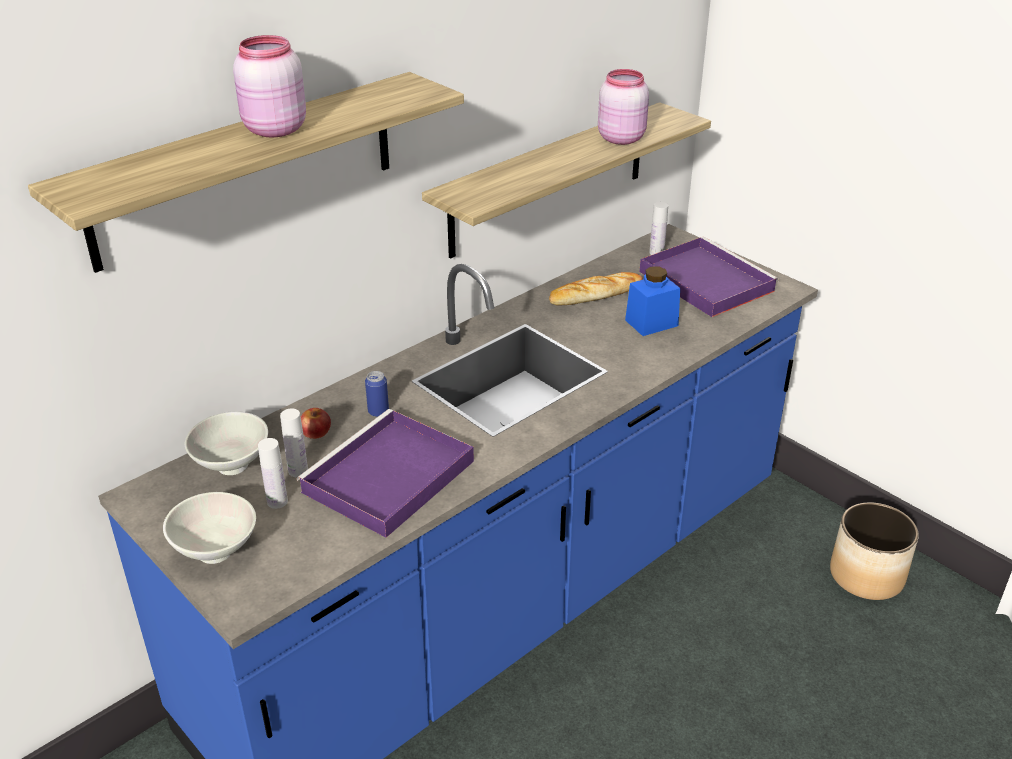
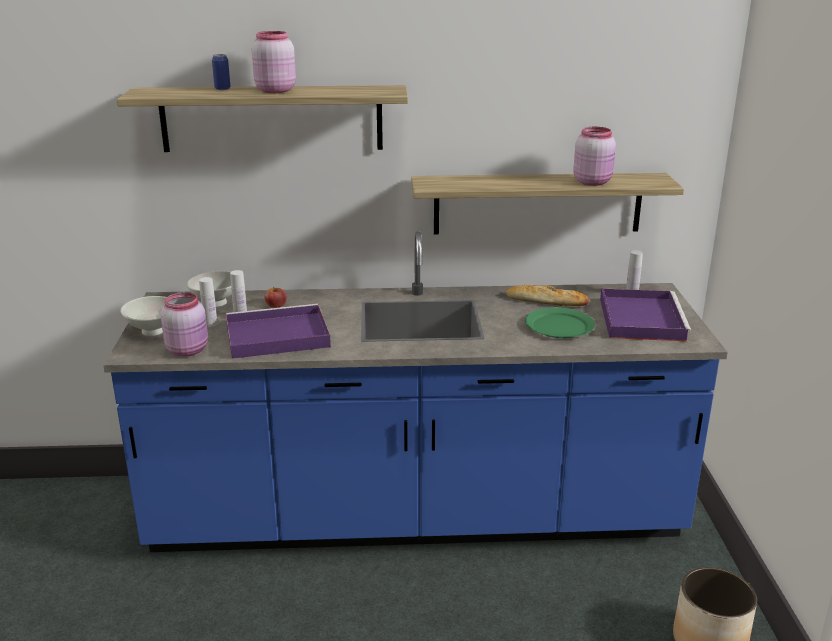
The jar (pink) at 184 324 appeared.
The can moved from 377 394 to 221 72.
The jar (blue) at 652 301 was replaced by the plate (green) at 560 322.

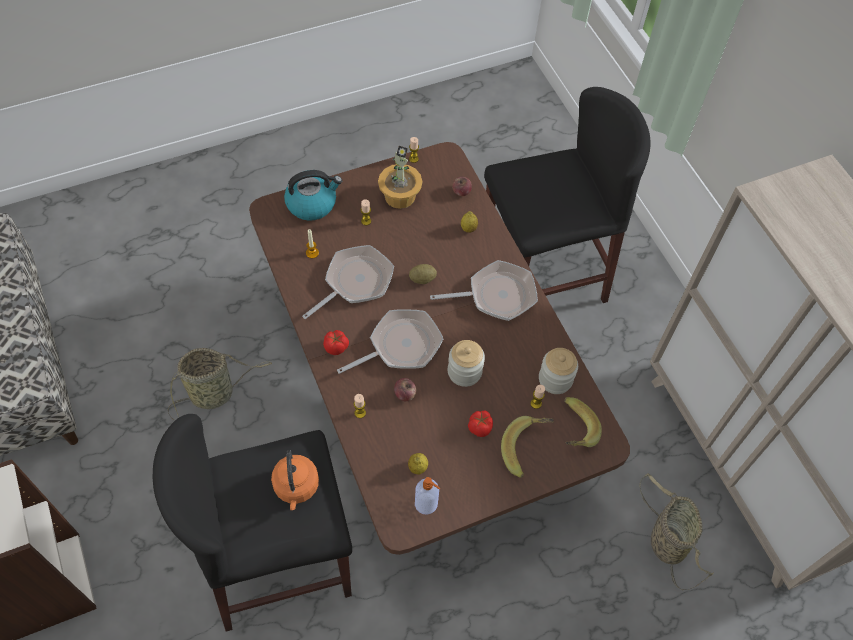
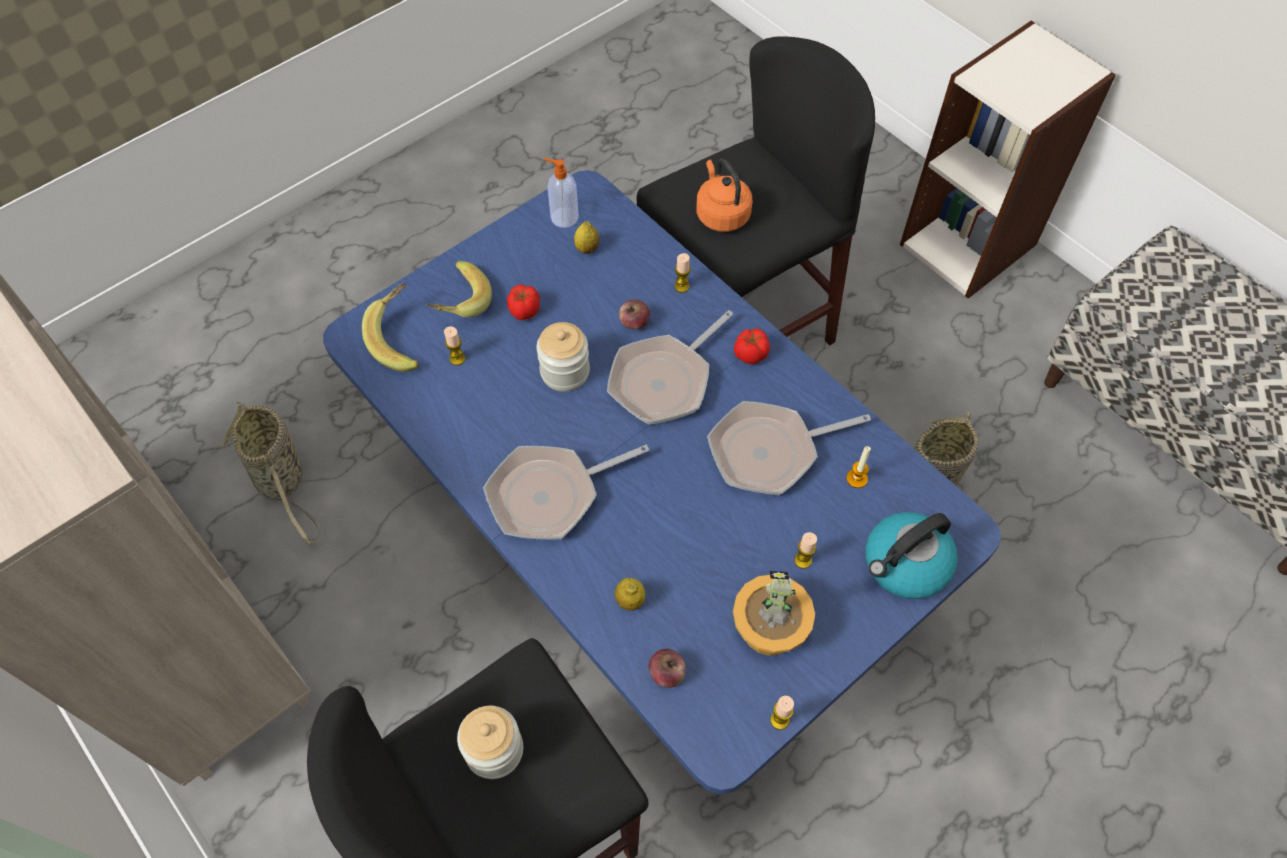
The dining table (brown) at 439 348 became the dining table (blue) at 662 482.
The jar moved from 558 371 to 490 742.
The frying pan at 348 282 turned 45 degrees clockwise.
The potato at 423 274 disappeared.

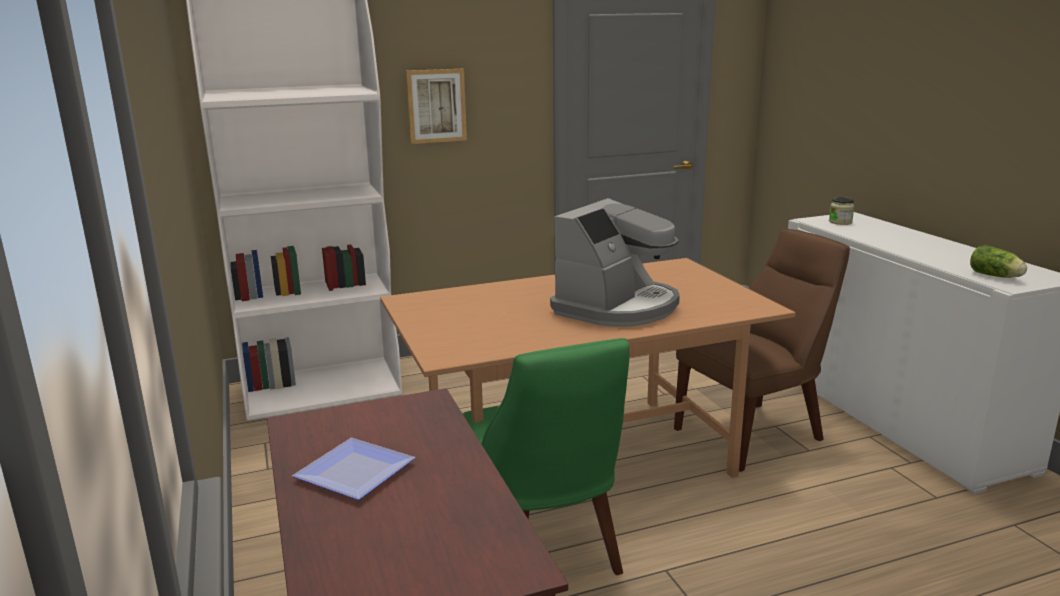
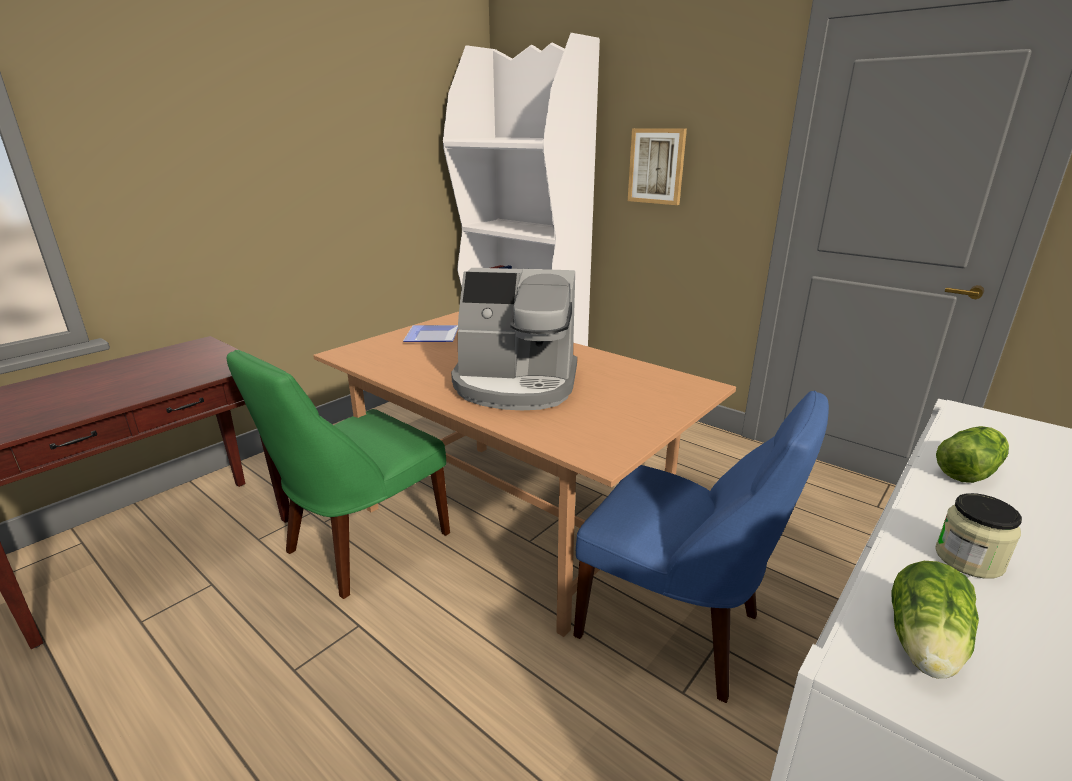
The plate moved from 353 469 to 430 333.
The chair (brown) at 762 350 became the chair (blue) at 701 547.
The jar moved from 841 211 to 978 535.
The lettuce at 972 454 appeared.

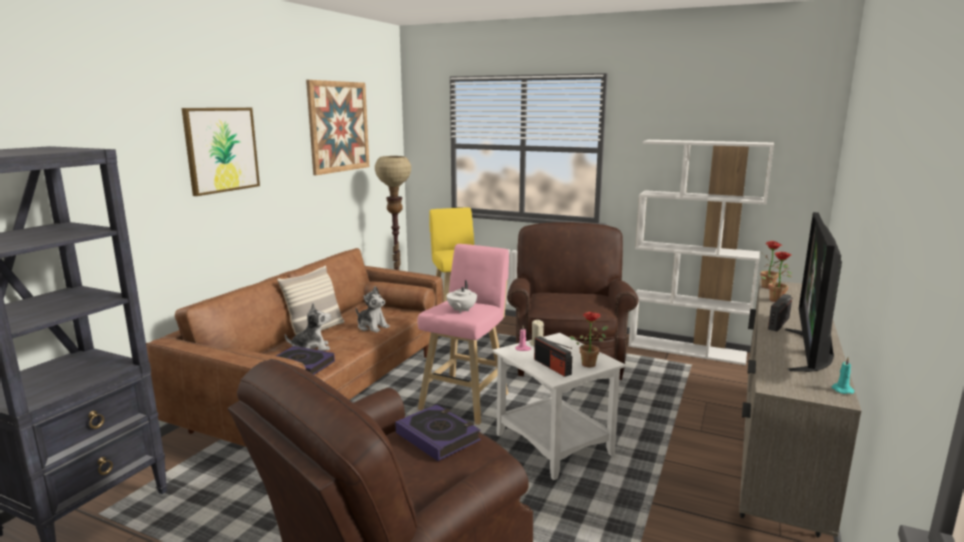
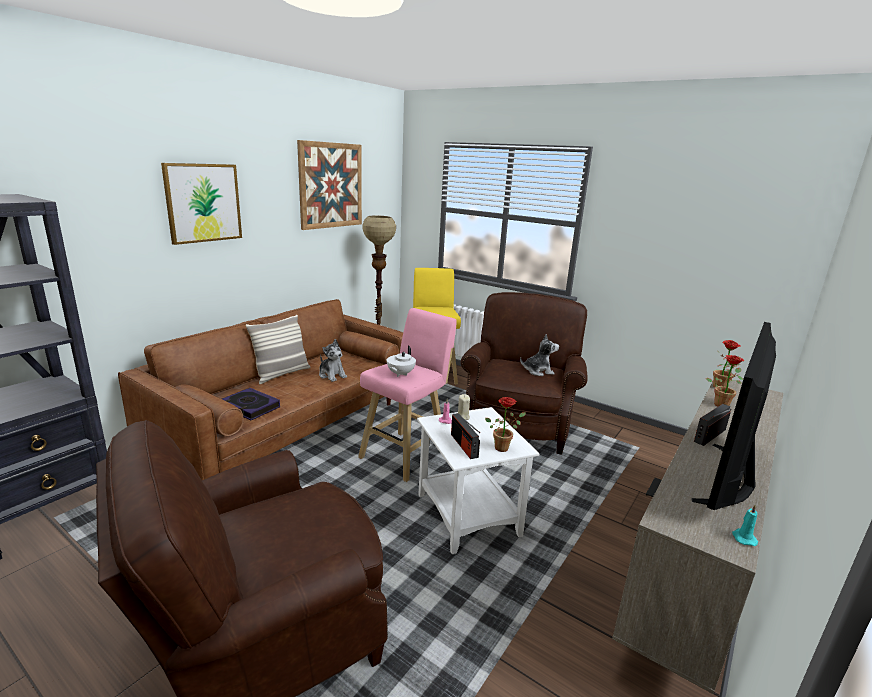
The plush toy moved from 308 327 to 539 355.
The book at 438 432 disappeared.
The bookcase (white) at 701 252 disappeared.

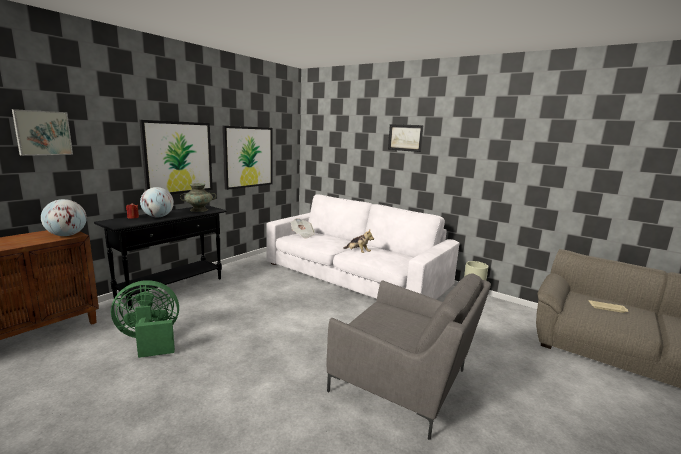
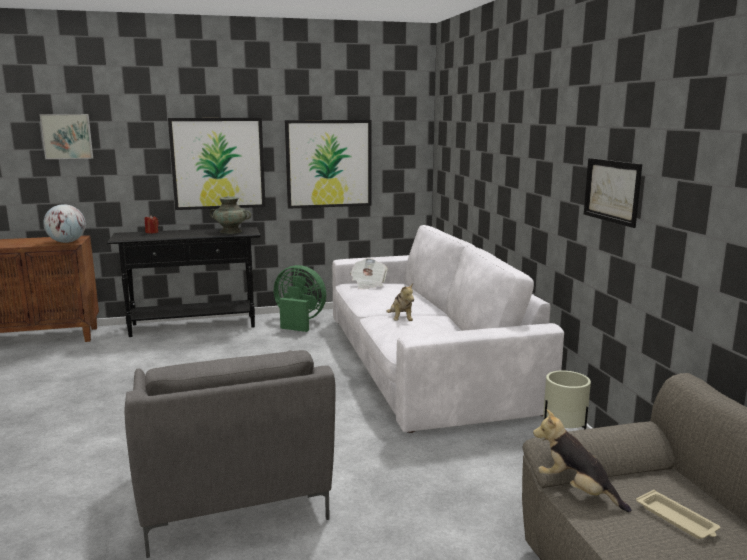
The fan (green) moved from 145 319 to 300 298.
The plush toy at 582 460 appeared.
The picture moved from 406 138 to 613 193.
The globe at 157 202 disappeared.

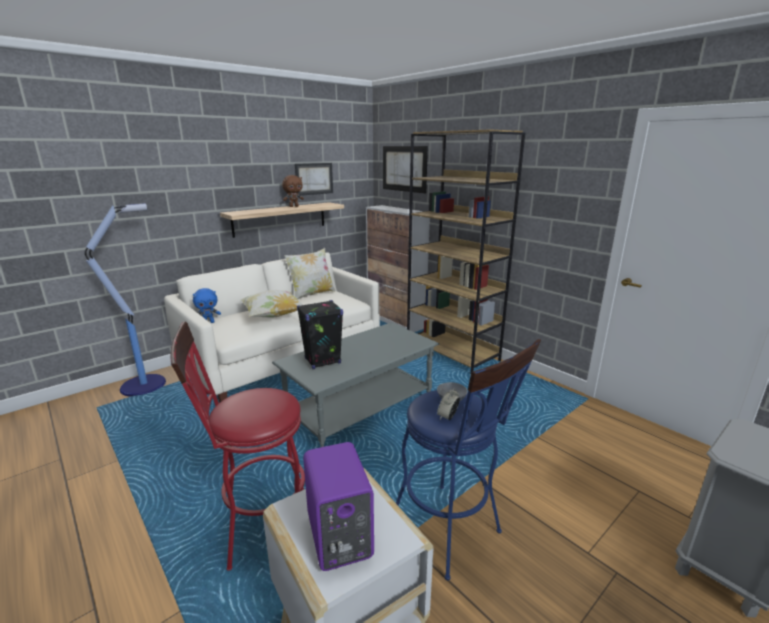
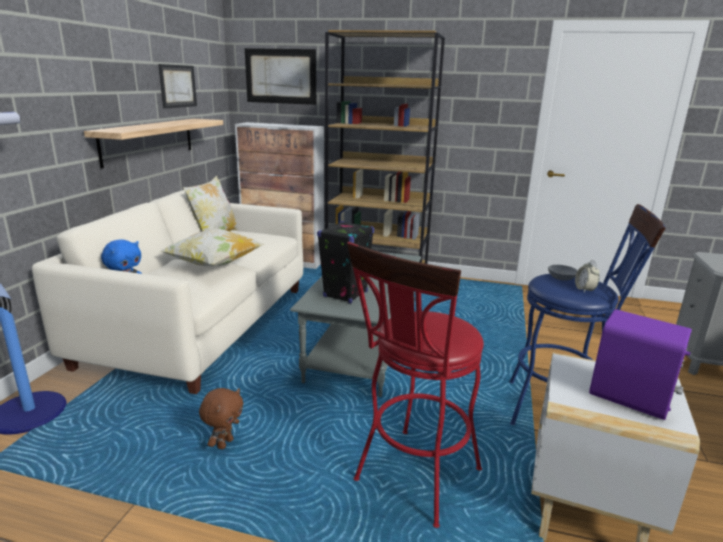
The plush toy (brown) moved from 293 191 to 221 418.

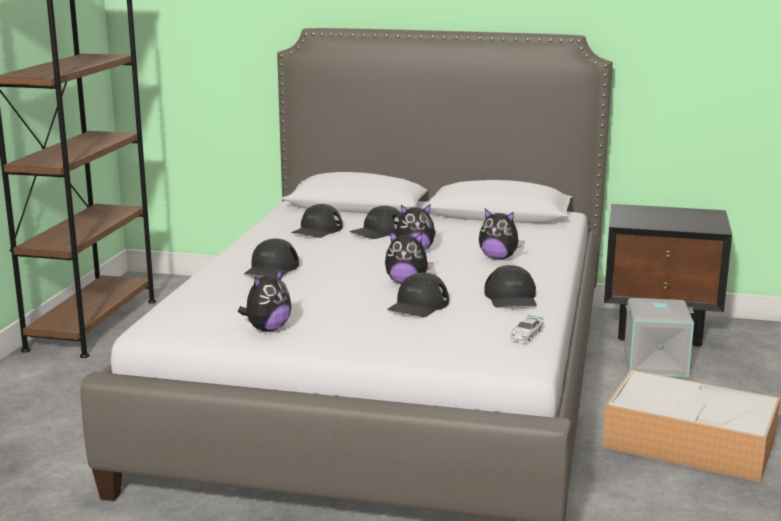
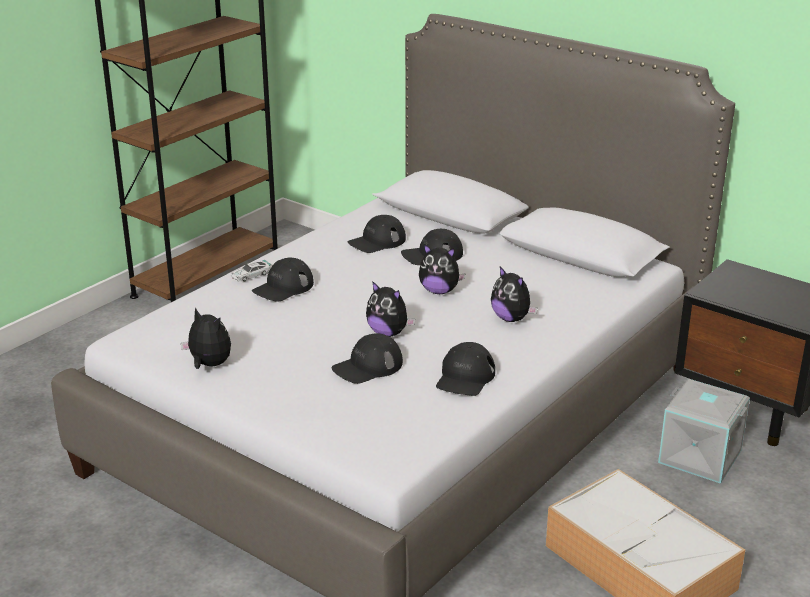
The plush toy at 265 300 turned 120 degrees counterclockwise.
The toy car moved from 526 329 to 251 271.

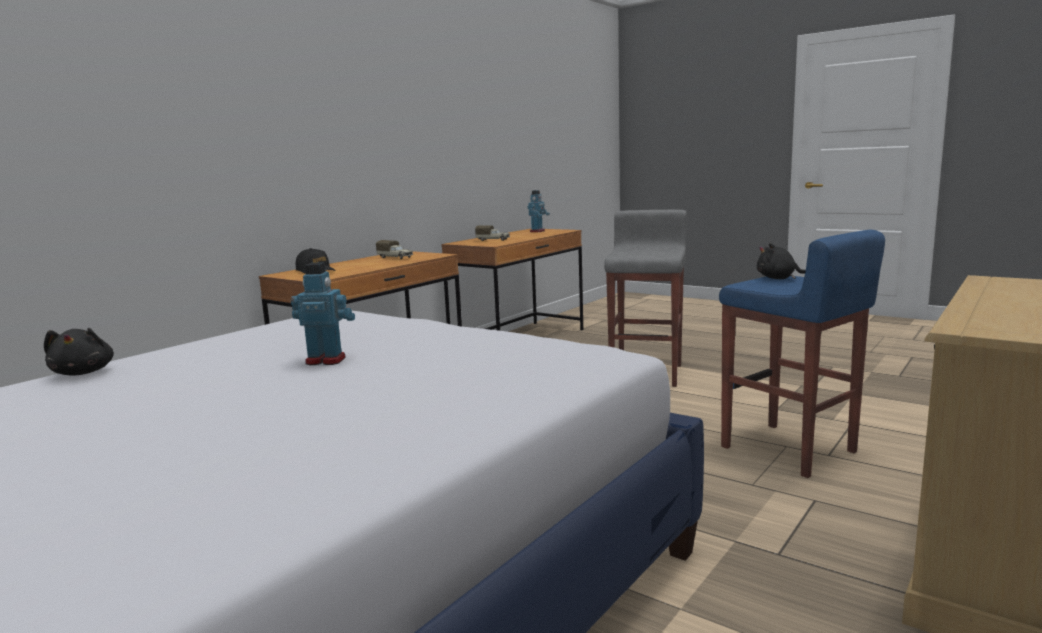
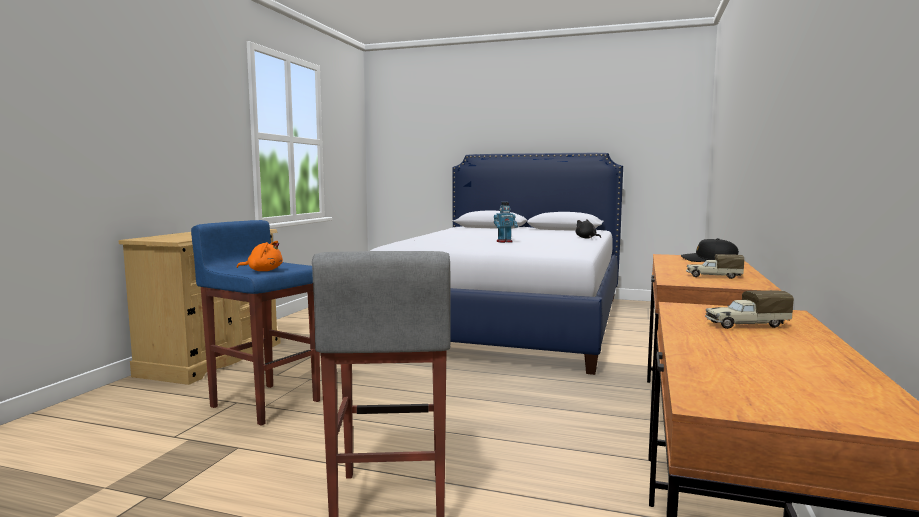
The plush toy (black) at 781 261 became the plush toy (orange) at 260 256.
The toy robot at 538 211 disappeared.

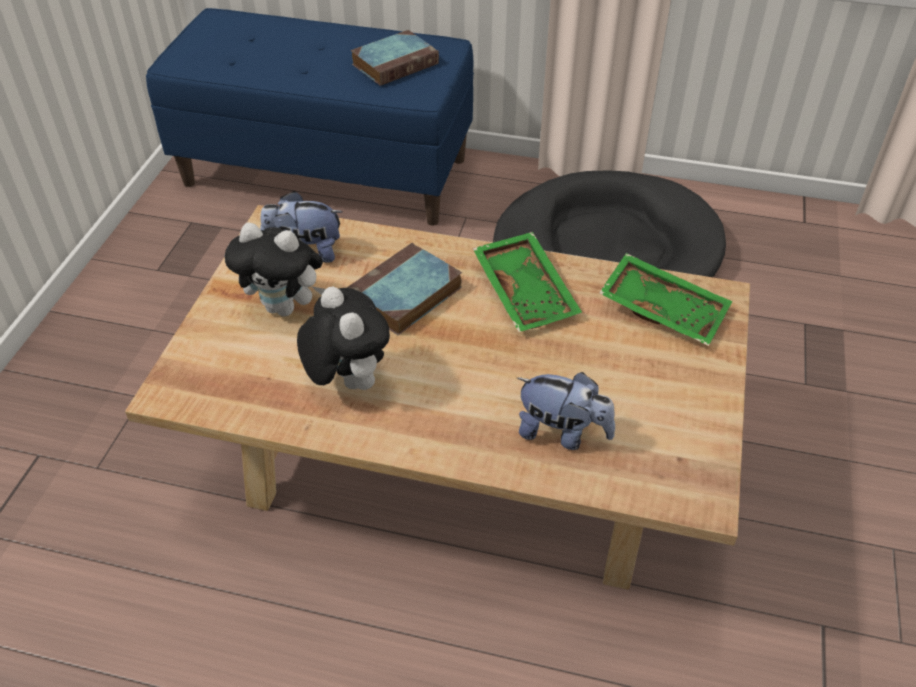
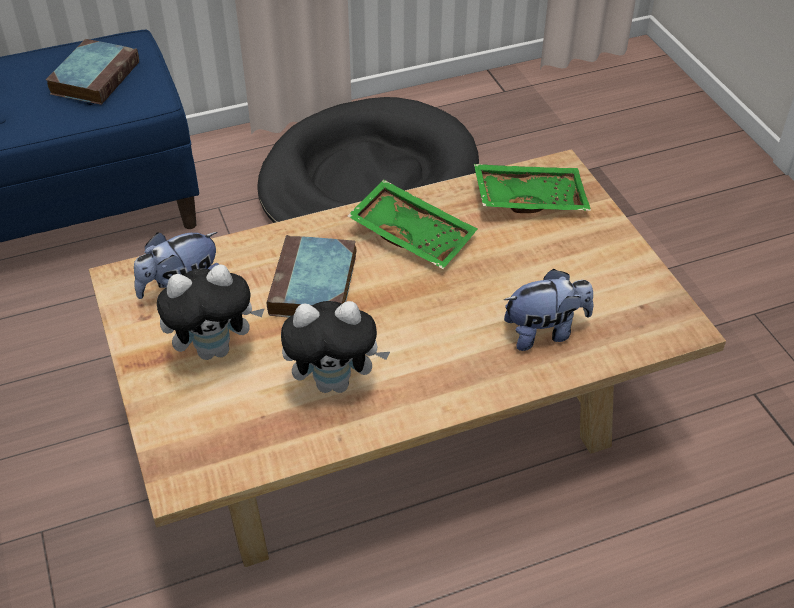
The plush toy at 343 338 turned 150 degrees clockwise.

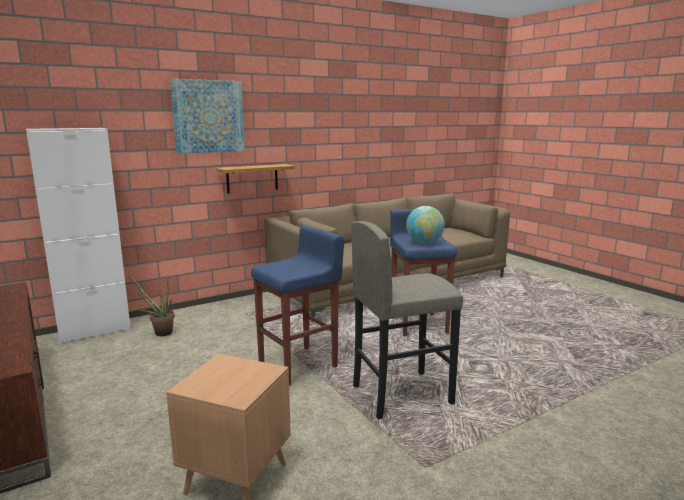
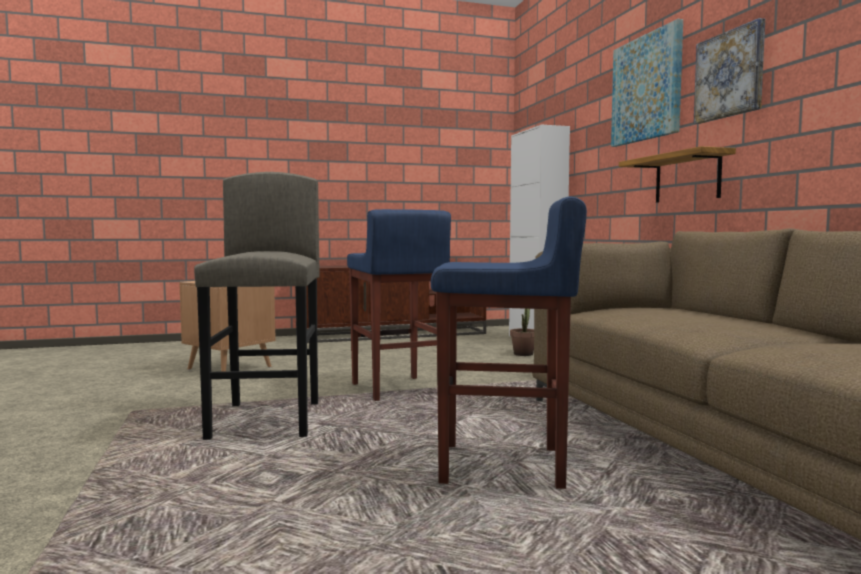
The picture at 729 71 appeared.
The globe at 425 225 disappeared.

